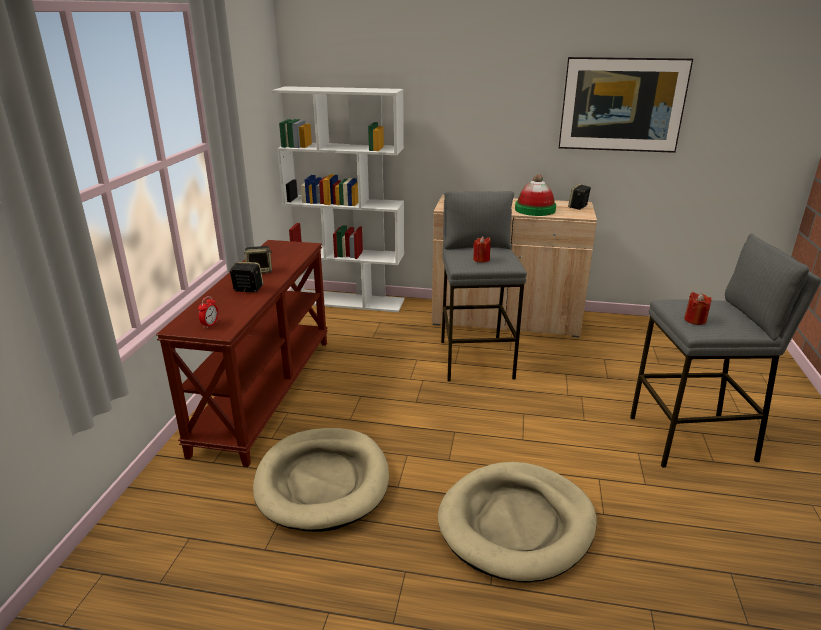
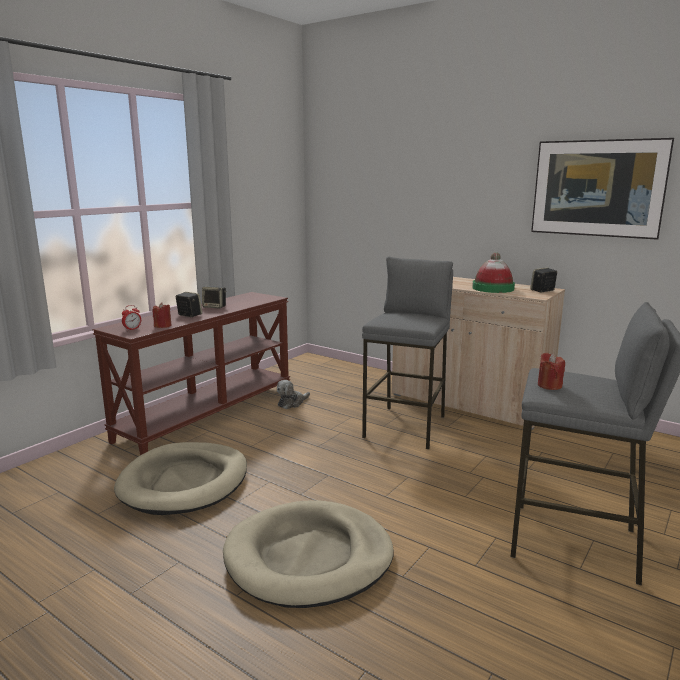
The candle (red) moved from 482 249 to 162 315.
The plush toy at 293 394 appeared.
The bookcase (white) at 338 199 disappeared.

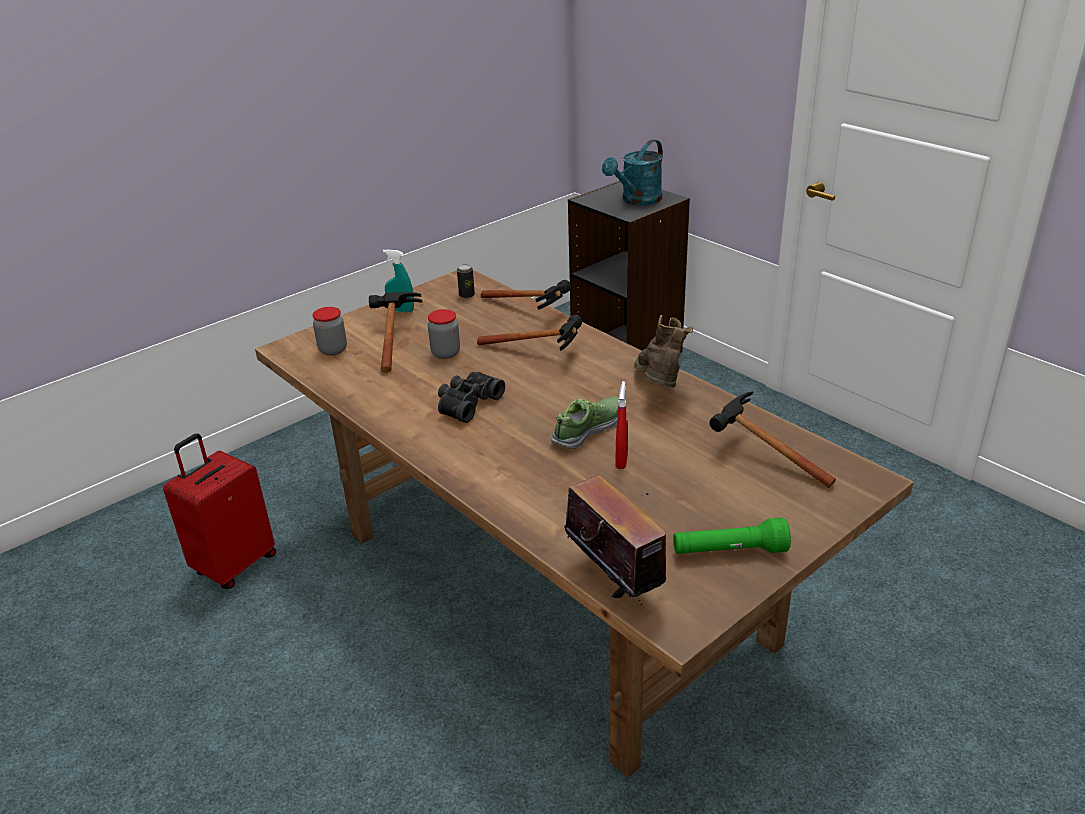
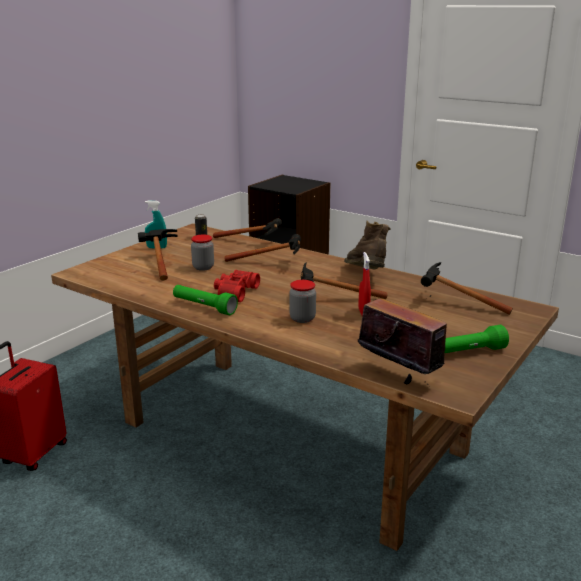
The flashlight (green) at 205 300 appeared.
The binoculars (black) at 471 397 became the binoculars (red) at 237 286.
The jar moved from 329 331 to 303 301.
The shoe at 585 422 was replaced by the hammer at 344 280.
The watering can (turquoise) at 632 172 disappeared.

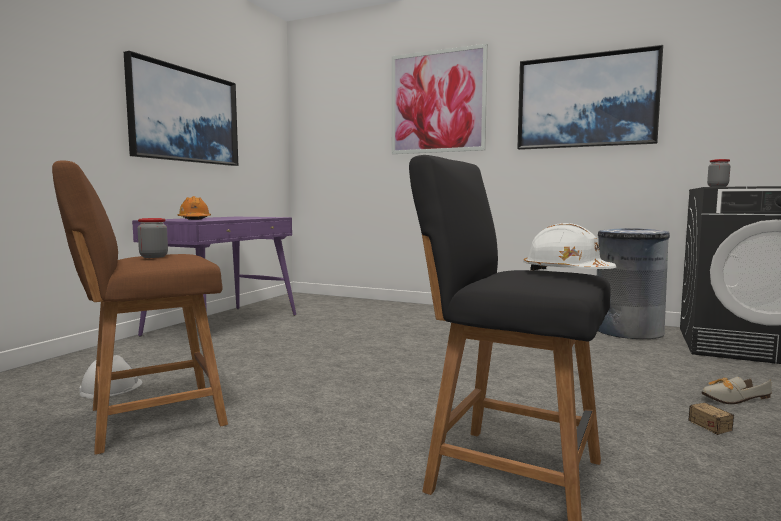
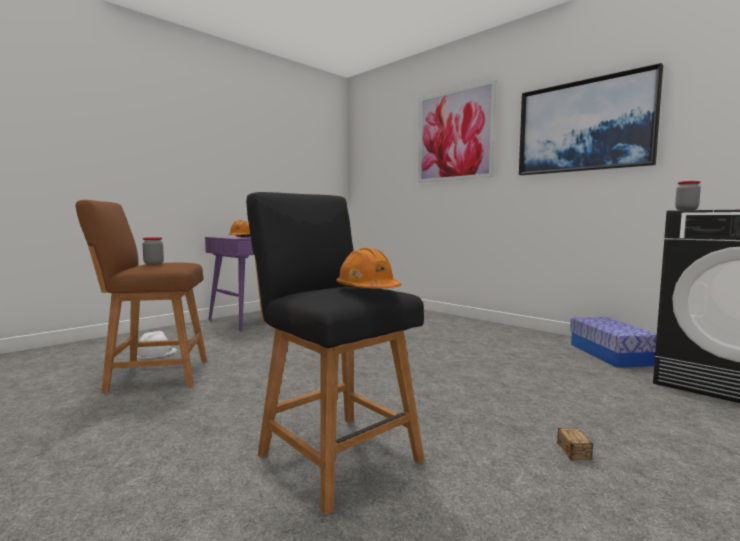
The hard hat (white) at 569 247 became the hard hat (orange) at 368 268.
The trash can (grey) at 633 283 was replaced by the storage box at 613 342.
The picture at 181 108 disappeared.
The shoe at 736 390 disappeared.

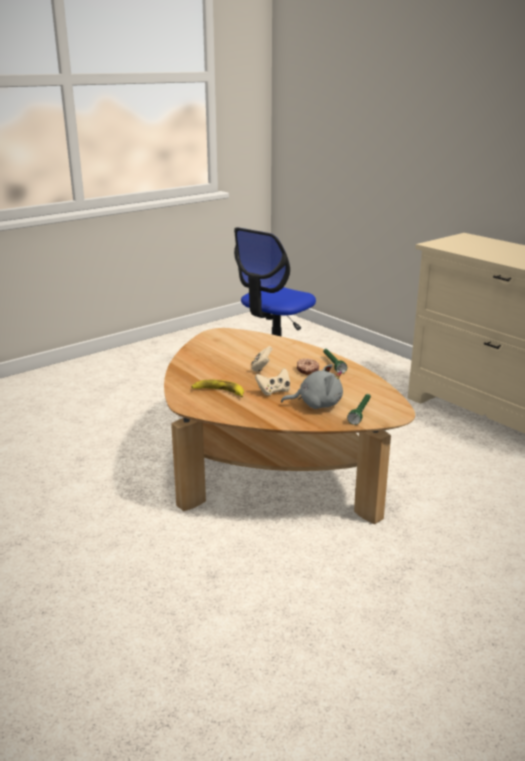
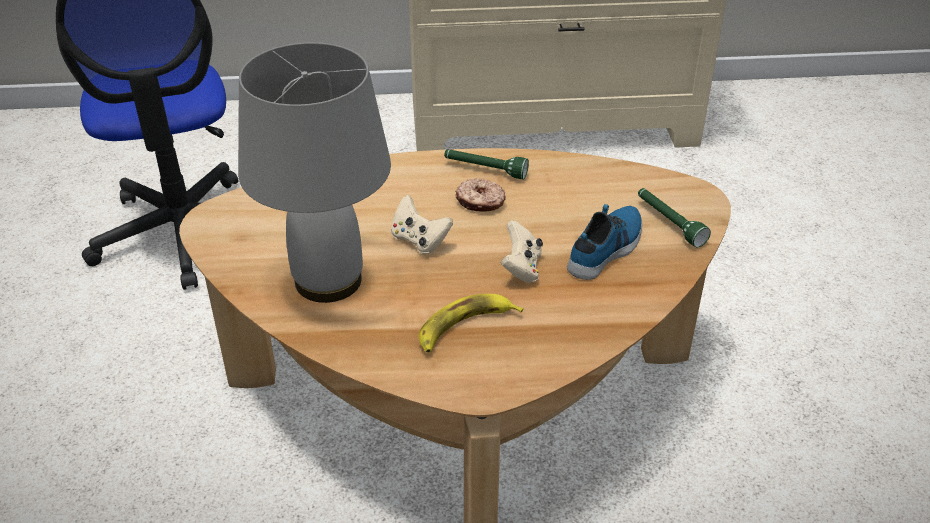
The table lamp (grey) at 314 172 appeared.
The plush toy (grey) at 312 386 was replaced by the shoe at 604 242.

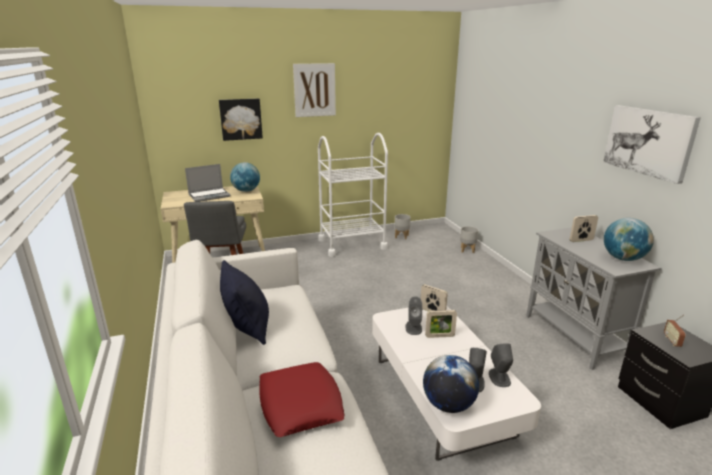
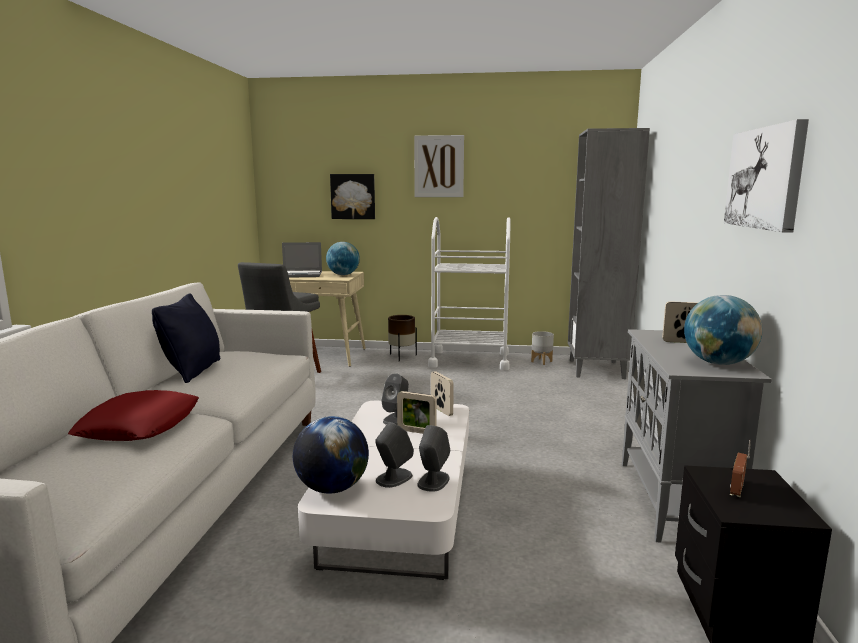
The planter (brown) at 402 338 appeared.
The bookcase (grey) at 609 253 appeared.
The planter (grey) at 469 239 disappeared.

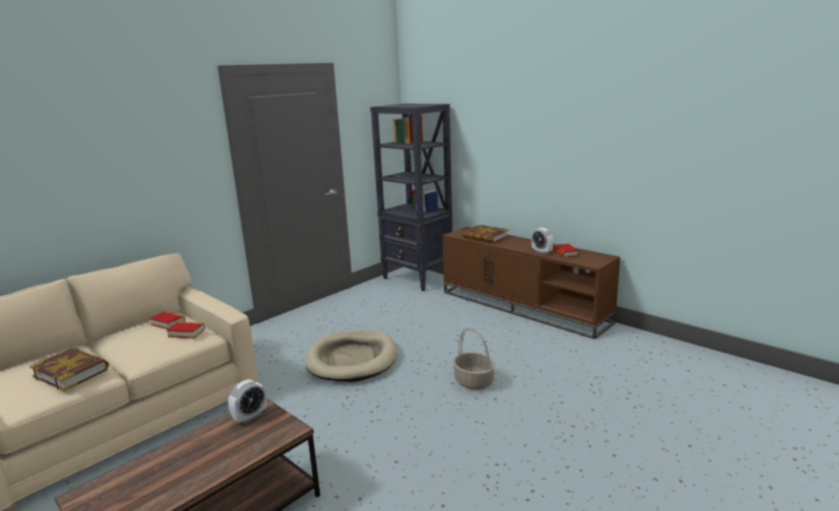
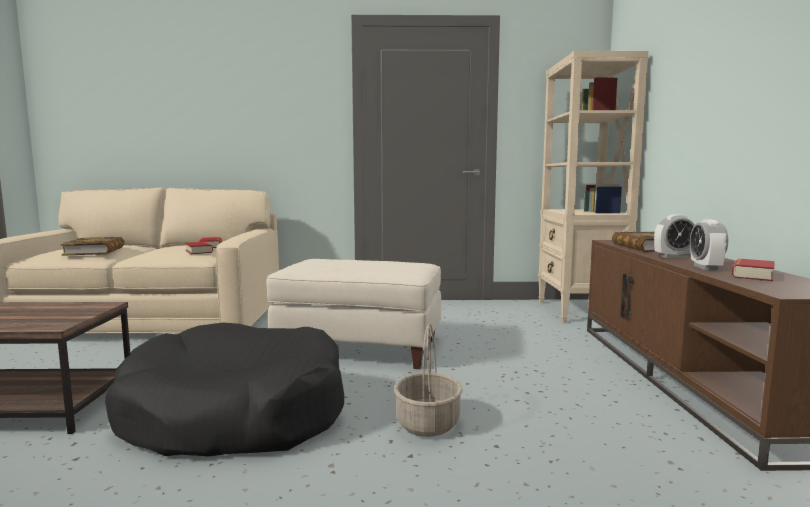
The dog bed (black) at 224 390 appeared.
The dog bed (beige) at 351 356 was replaced by the ottoman (beige) at 353 314.
The bookcase (black) at 411 197 became the bookcase (beige) at 593 187.
The alarm clock moved from 247 401 to 674 236.

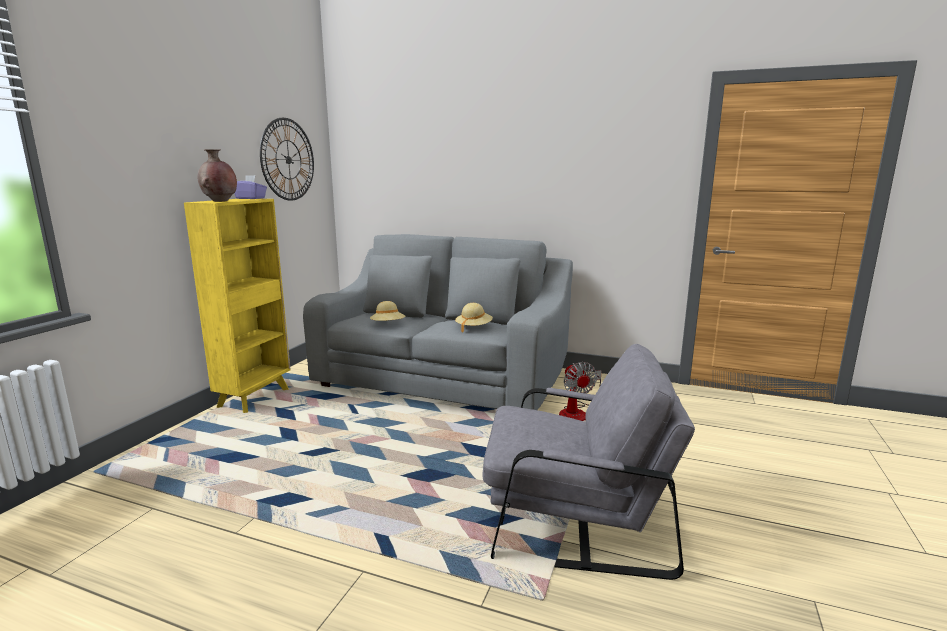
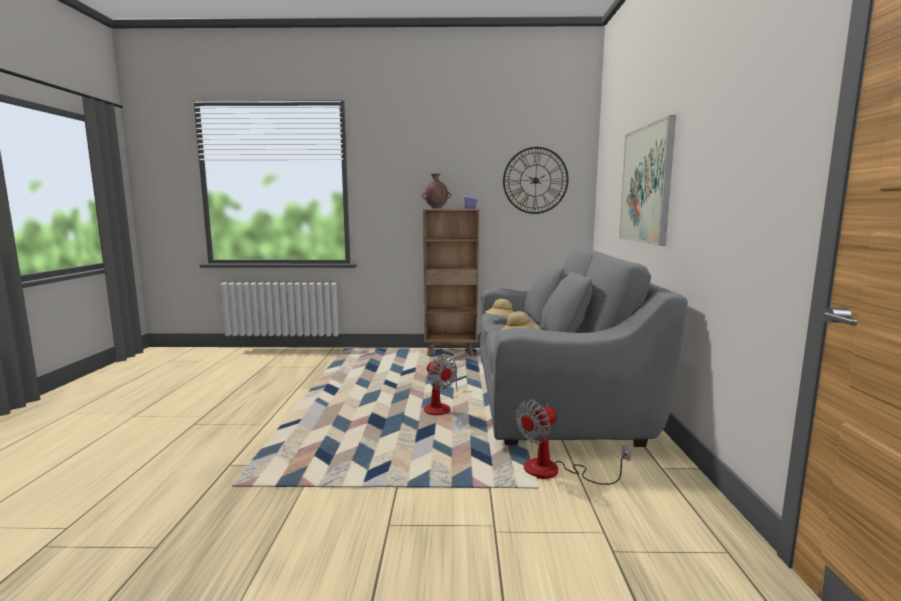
The bookcase (yellow) at 237 306 became the bookcase (brown) at 451 282.
The fan at 441 385 appeared.
The picture at 647 180 appeared.
The armchair (grey) at 589 462 disappeared.

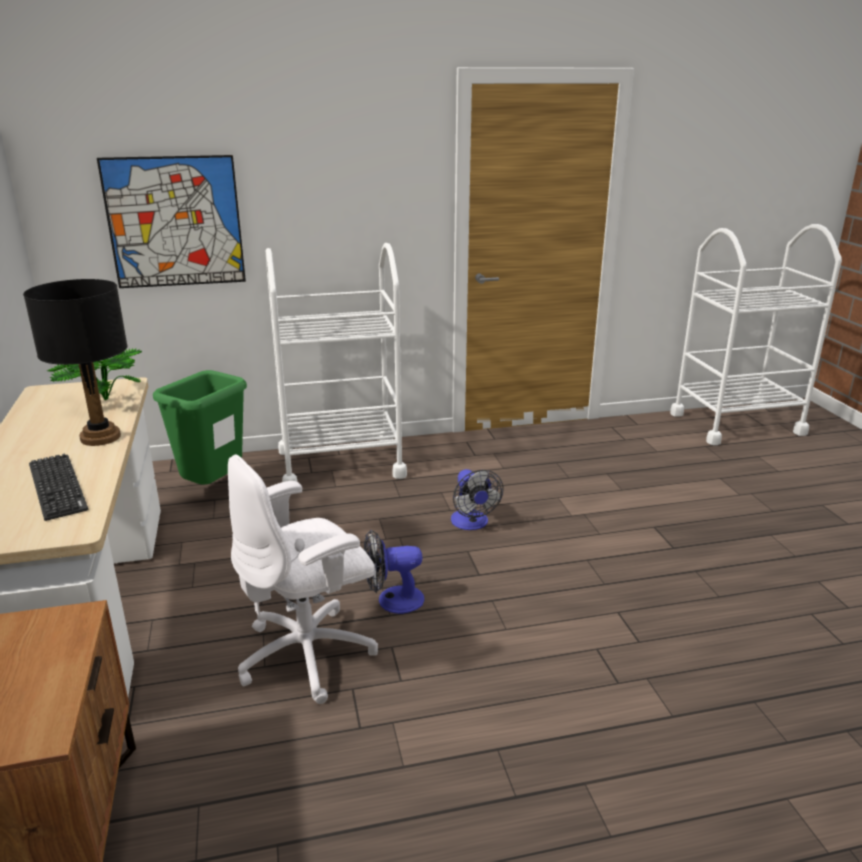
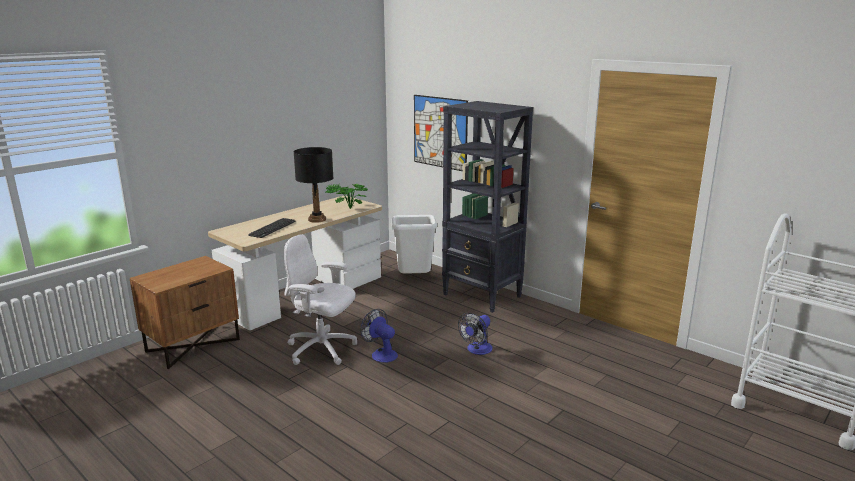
The trash can (green) at 200 427 became the trash can (white) at 414 244.
The cart (white) at 336 362 was replaced by the bookcase (black) at 487 207.

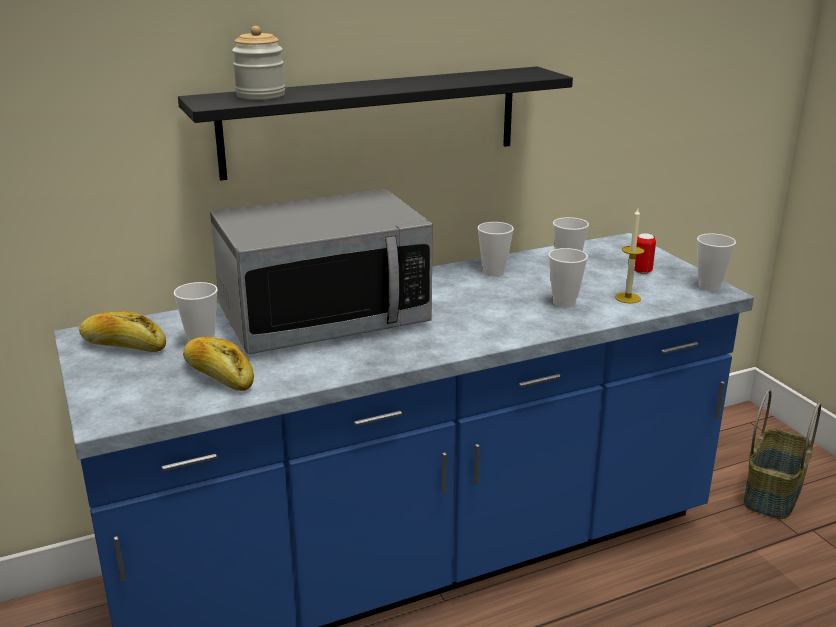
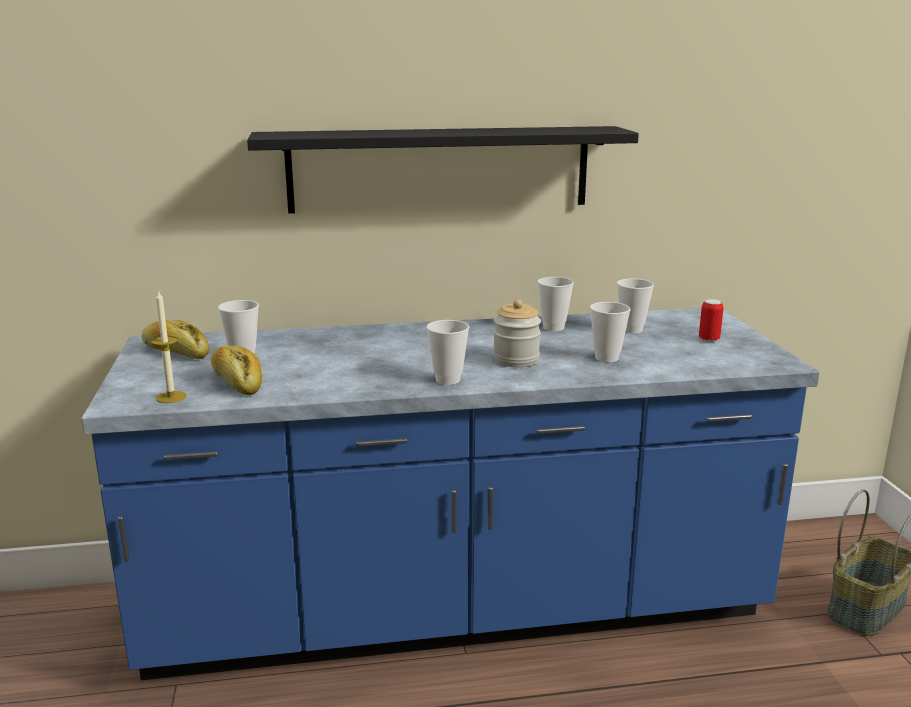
The candle moved from 629 256 to 169 346.
The cup moved from 716 262 to 447 352.
The jar moved from 258 63 to 517 333.
The microwave at 321 271 disappeared.

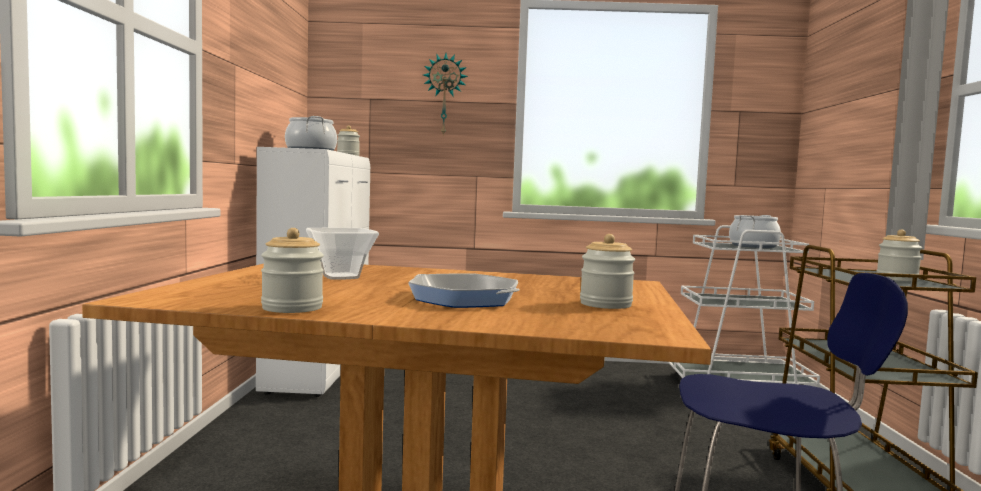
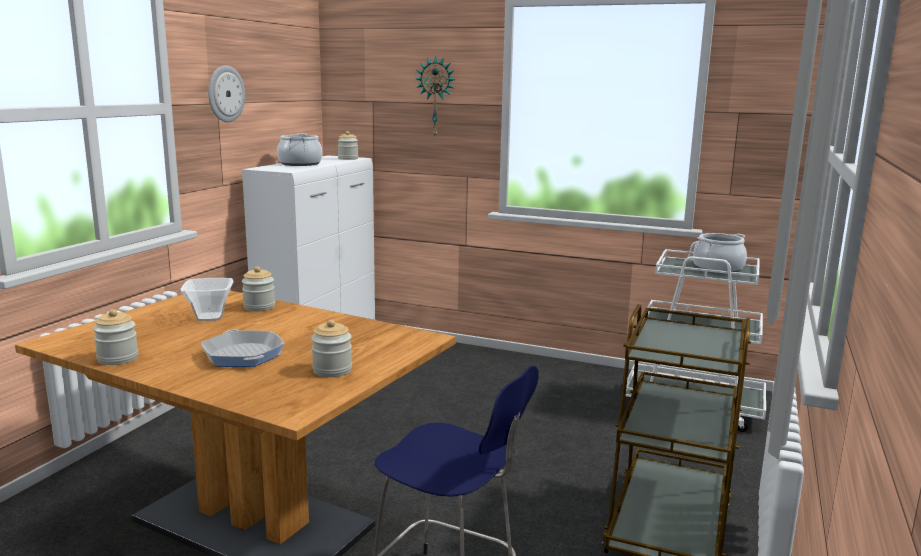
The wall clock at 226 93 appeared.
The jar moved from 899 255 to 258 288.

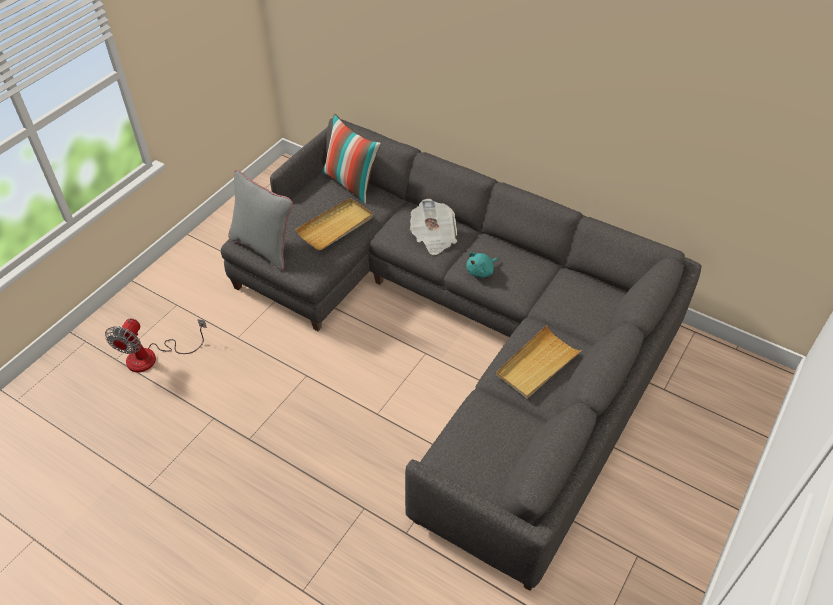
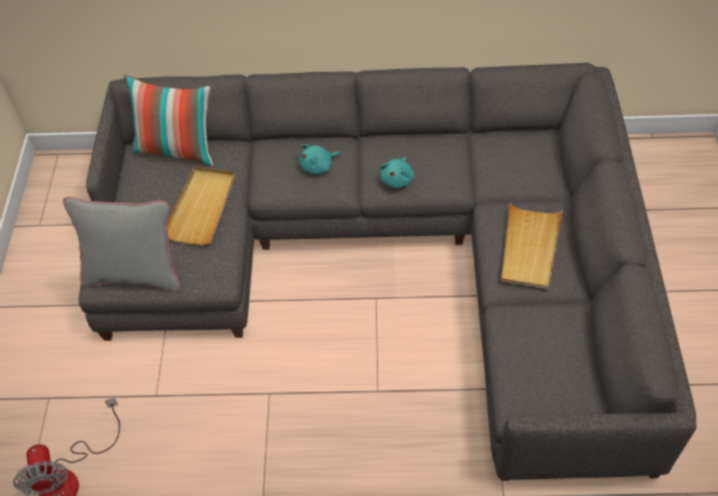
The newspaper at 433 227 was replaced by the plush toy (turquoise) at 320 159.

